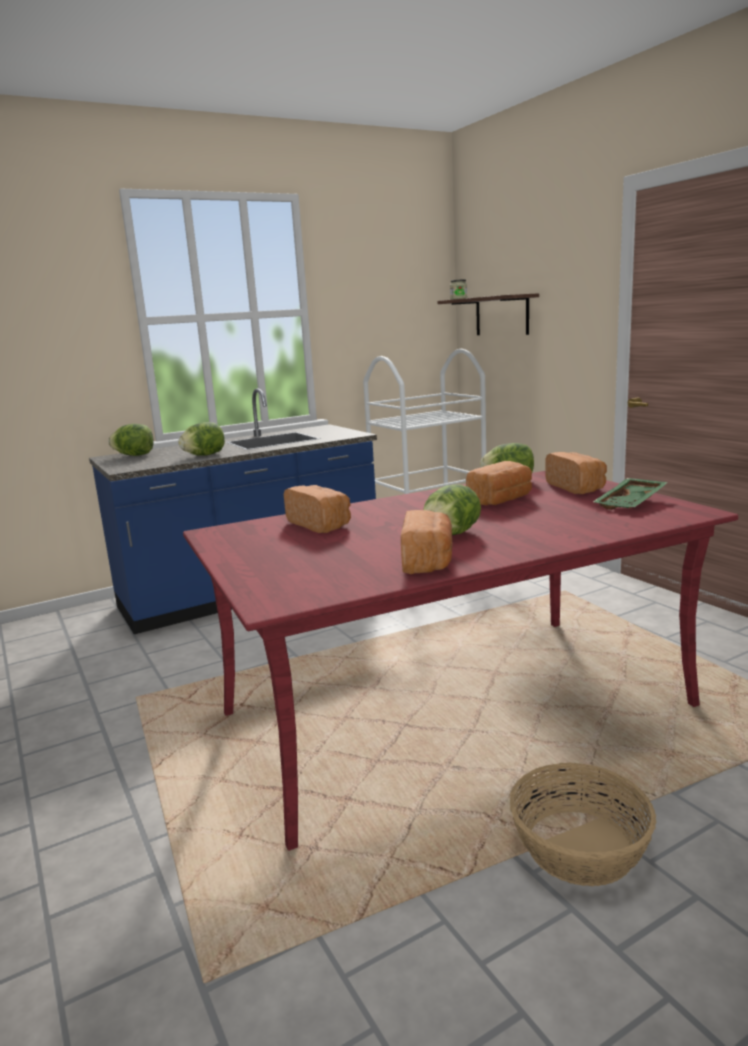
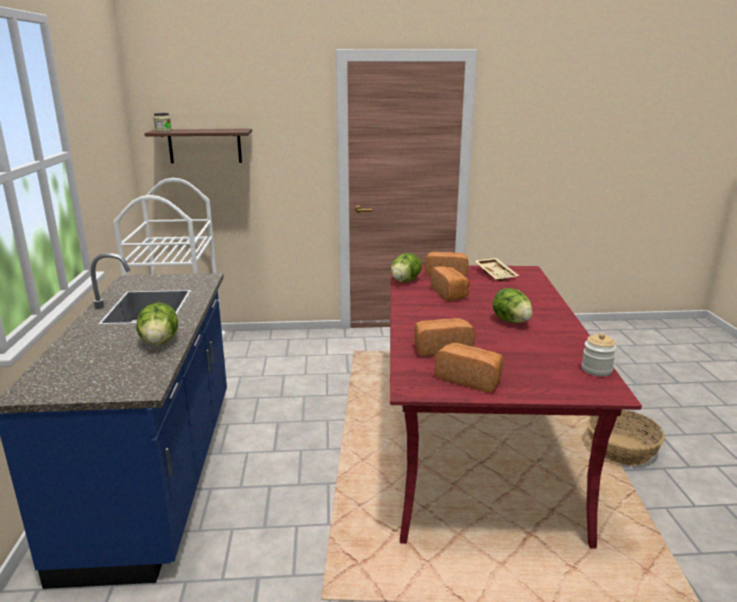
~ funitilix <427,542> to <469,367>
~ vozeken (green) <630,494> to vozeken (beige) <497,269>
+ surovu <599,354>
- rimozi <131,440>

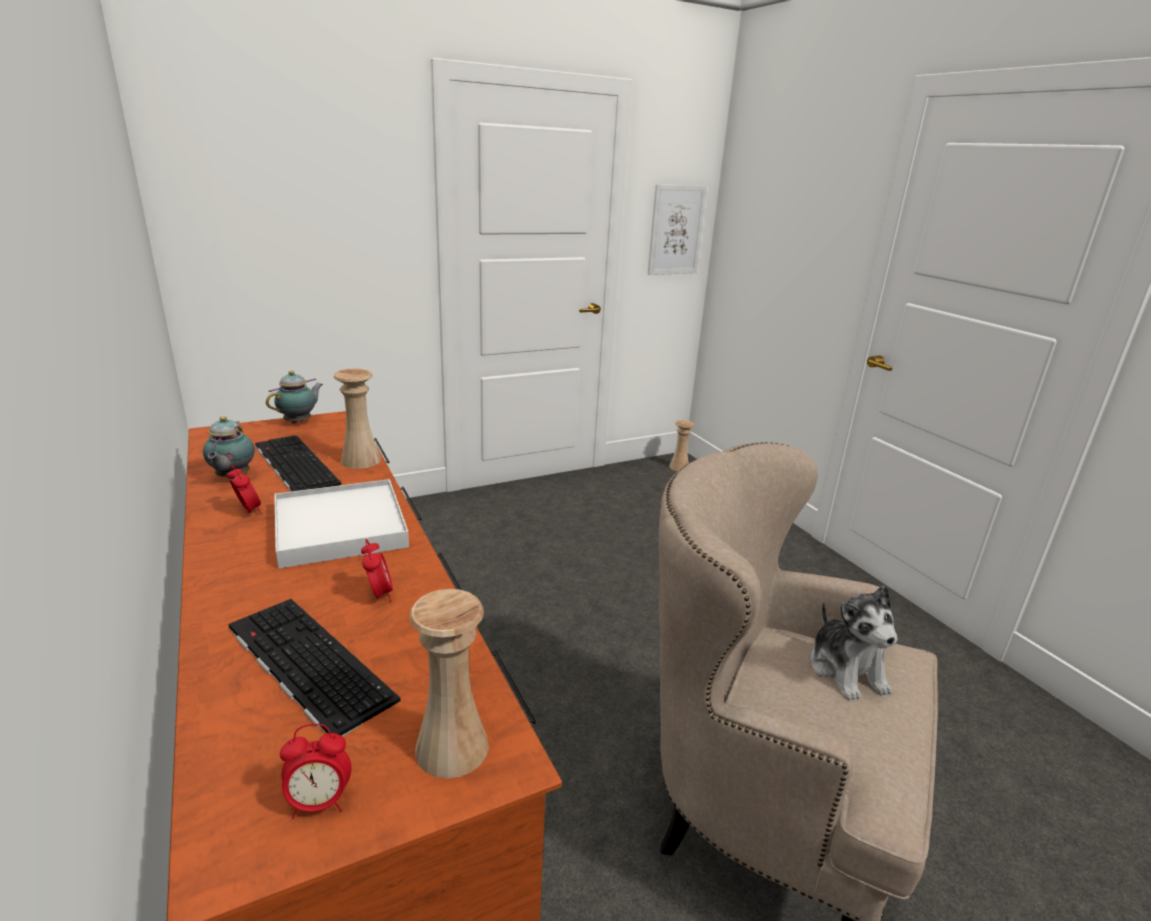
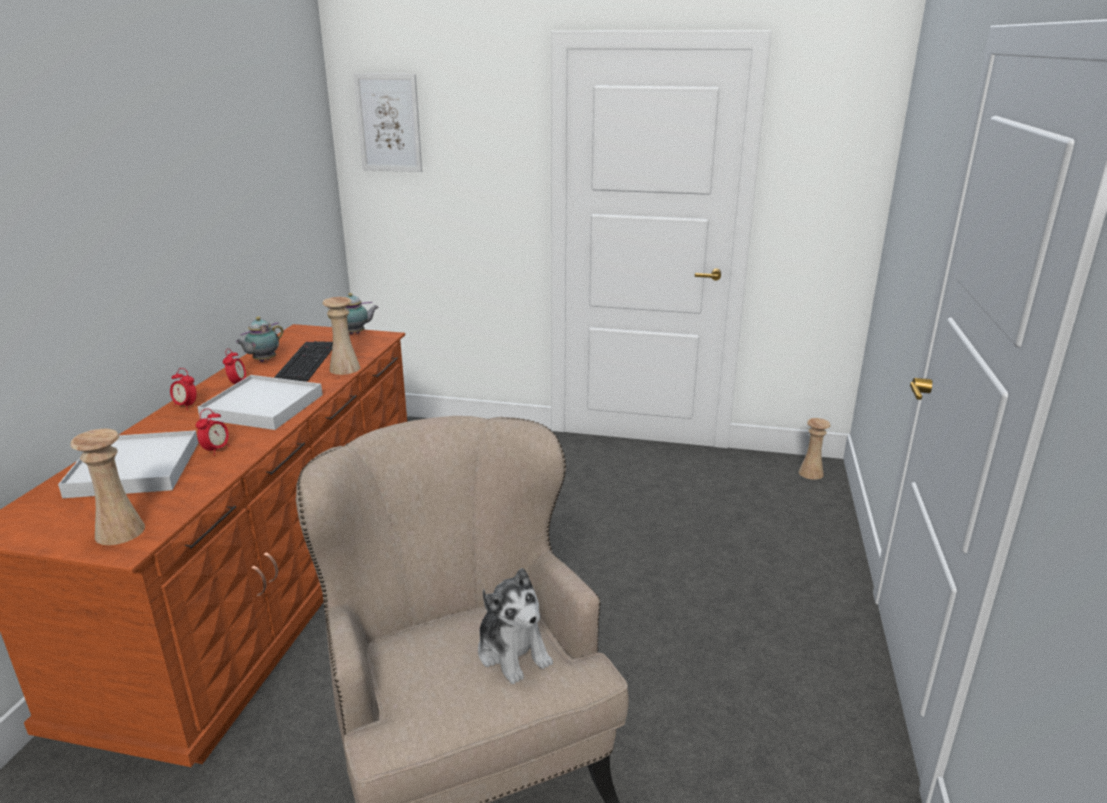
~ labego <314,668> to vozeken (white) <128,464>
~ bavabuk <316,771> to <183,389>
~ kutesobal <677,229> to <387,122>
~ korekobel <854,643> = <515,626> 60 degrees counterclockwise

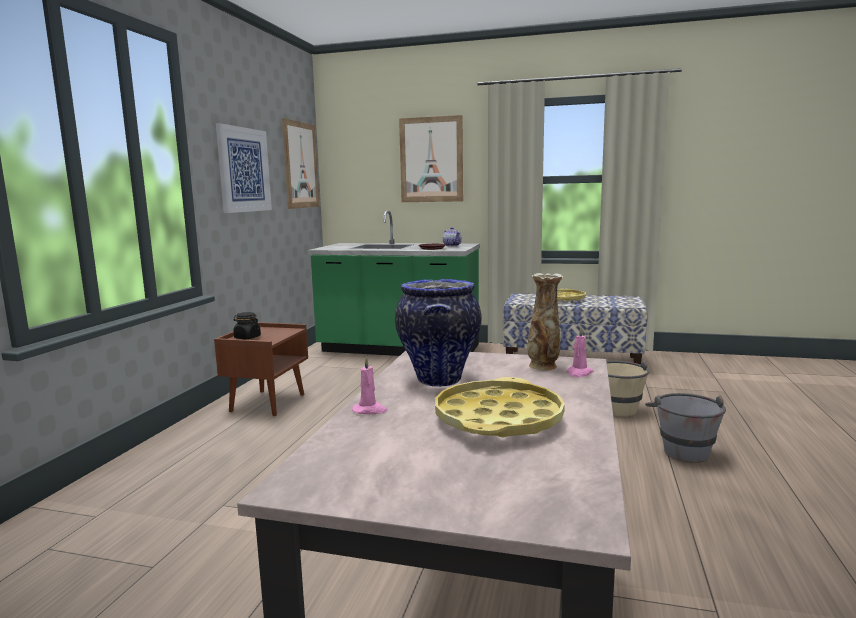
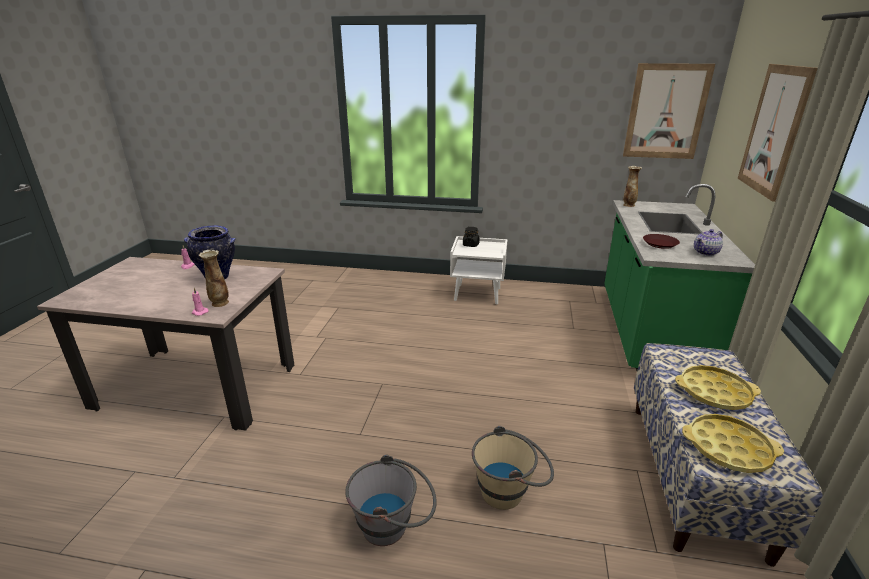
~ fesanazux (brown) <261,369> to fesanazux (white) <479,270>
+ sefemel <632,186>
~ vozeken (yellow) <500,407> to <733,443>
- kutesobal <244,168>

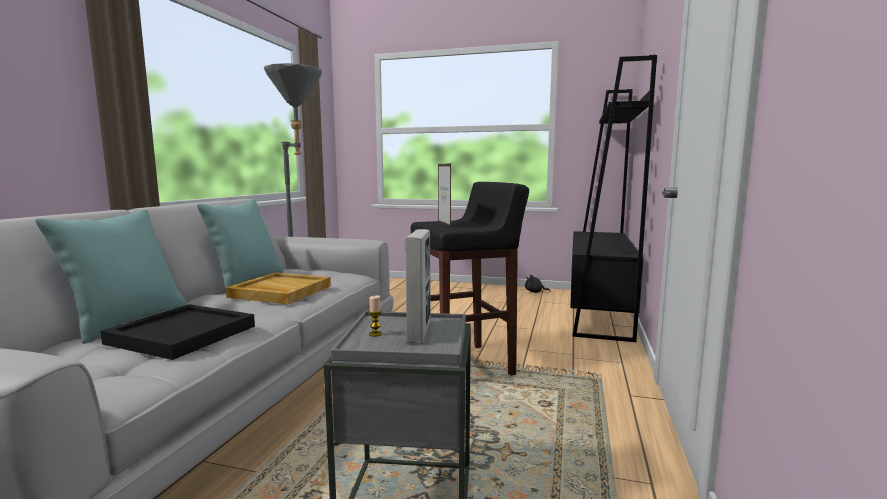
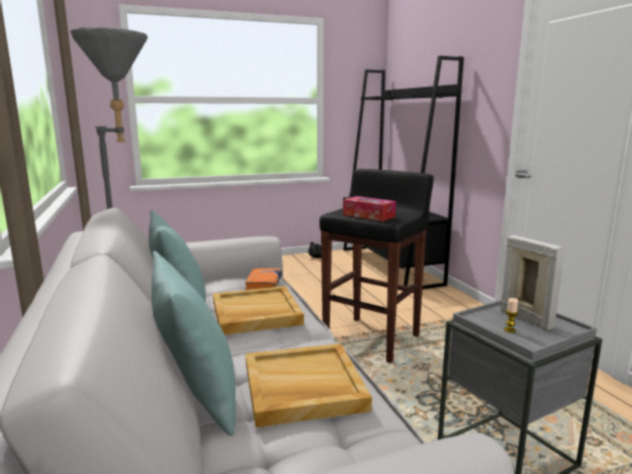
+ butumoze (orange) <263,279>
~ vozeken (black) <177,332> to vozeken (beige) <309,385>
~ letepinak <444,195> to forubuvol <369,208>

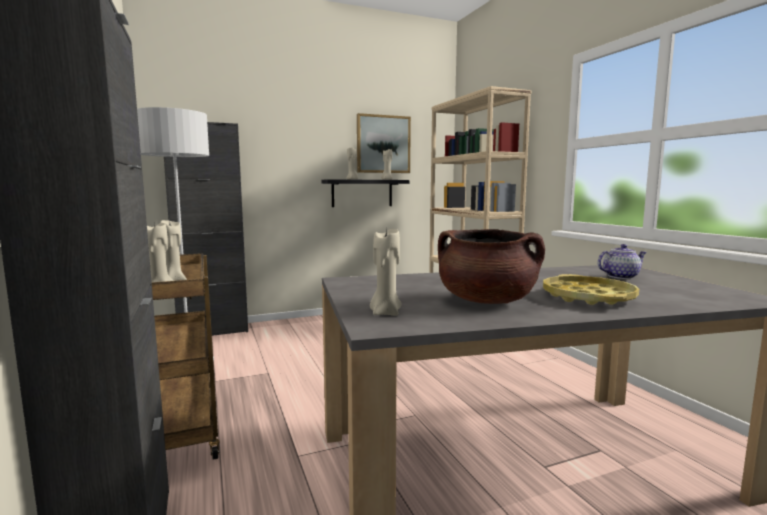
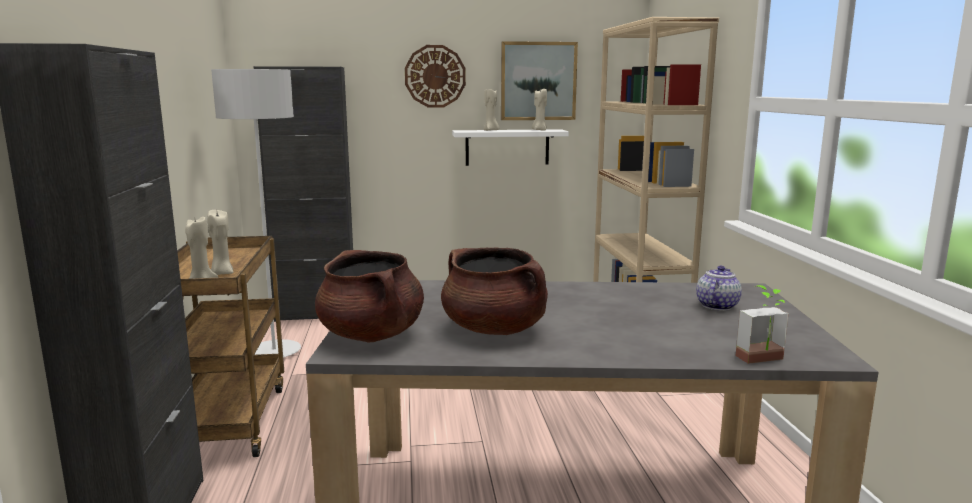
~ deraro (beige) <386,272> to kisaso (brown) <369,296>
+ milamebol <435,76>
~ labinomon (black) <365,193> to labinomon (white) <510,147>
~ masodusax <622,261> = <719,288> 60 degrees counterclockwise
+ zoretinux <762,324>
- vozeken (yellow) <591,289>

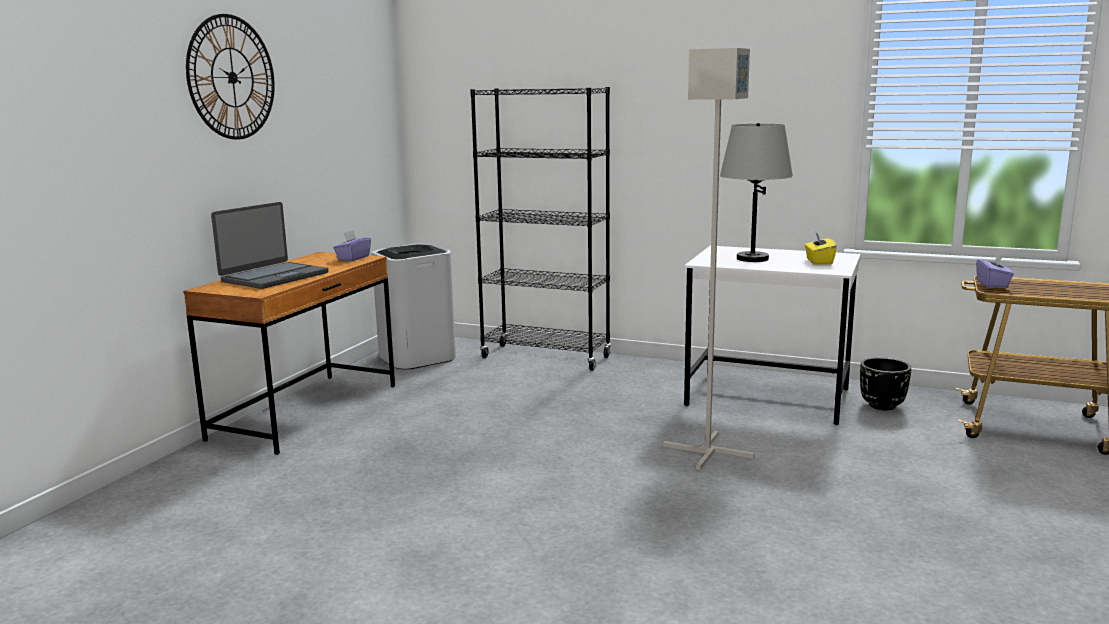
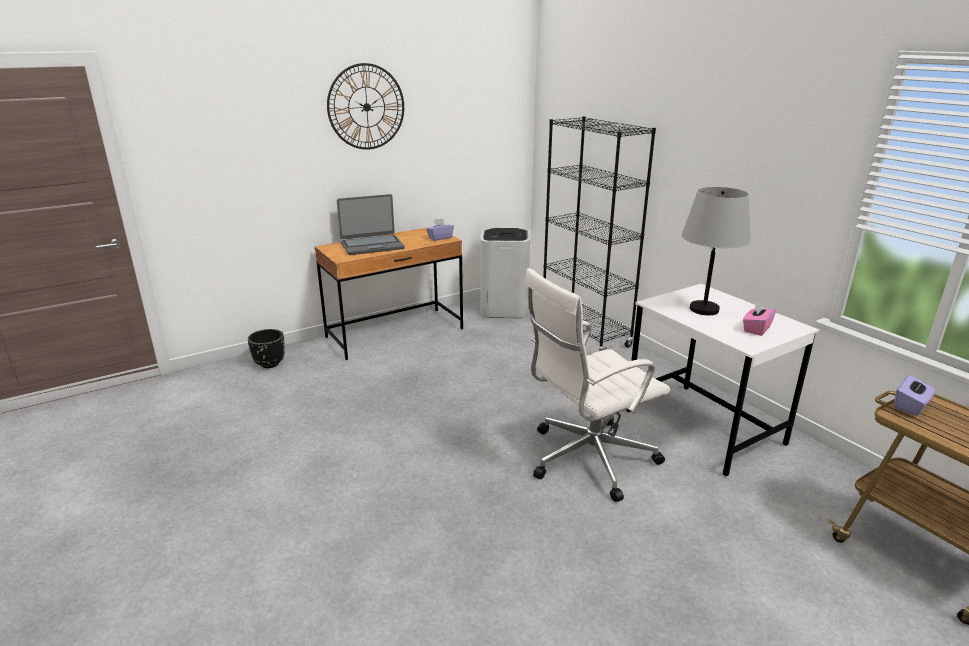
~ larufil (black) <885,383> to <266,348>
~ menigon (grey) <708,259> to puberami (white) <597,385>
~ forubuvol (yellow) <820,247> to forubuvol (pink) <759,318>

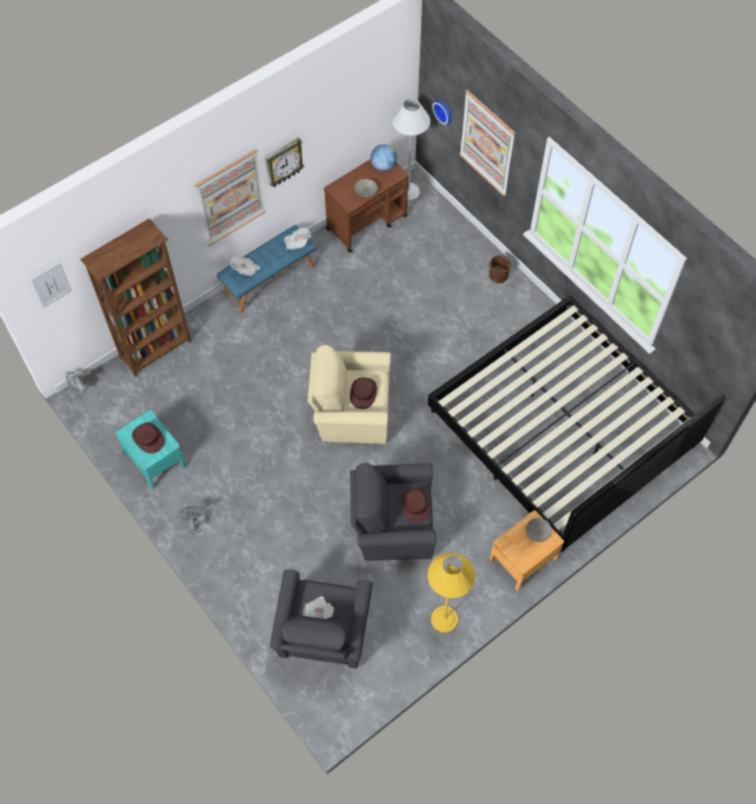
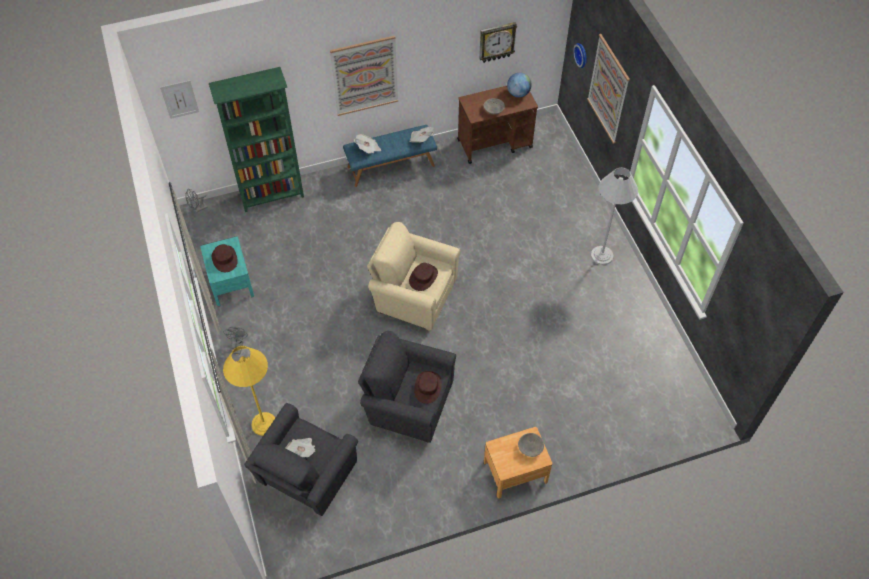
~ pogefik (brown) <135,297> to pogefik (green) <256,139>
~ menigon (yellow) <451,593> to <249,391>
~ milamebol <284,162> to <498,42>
~ menigon (white) <411,150> to <614,216>
- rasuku <576,424>
- larufil (brown) <500,269>

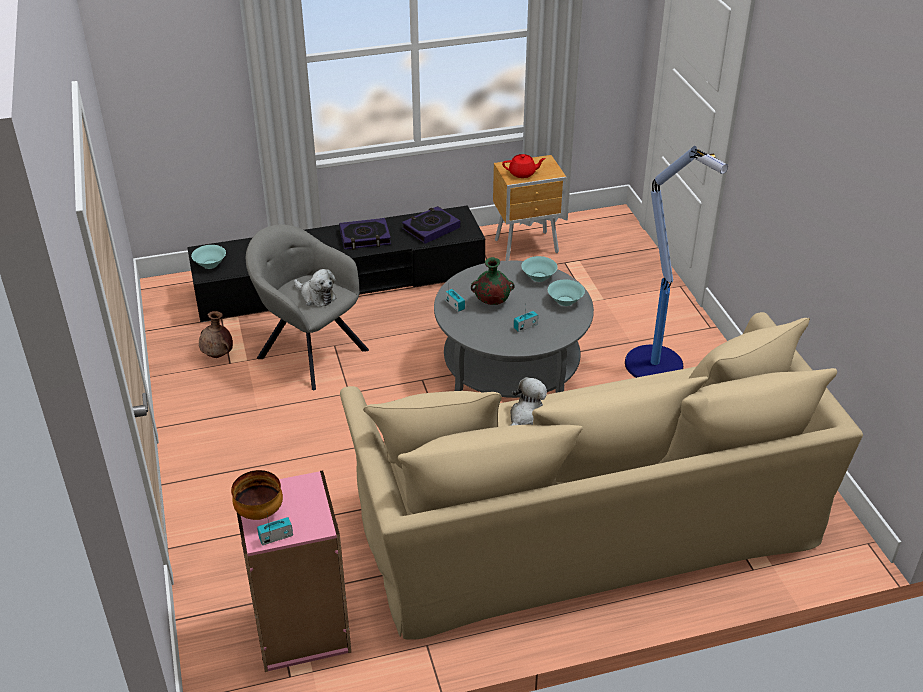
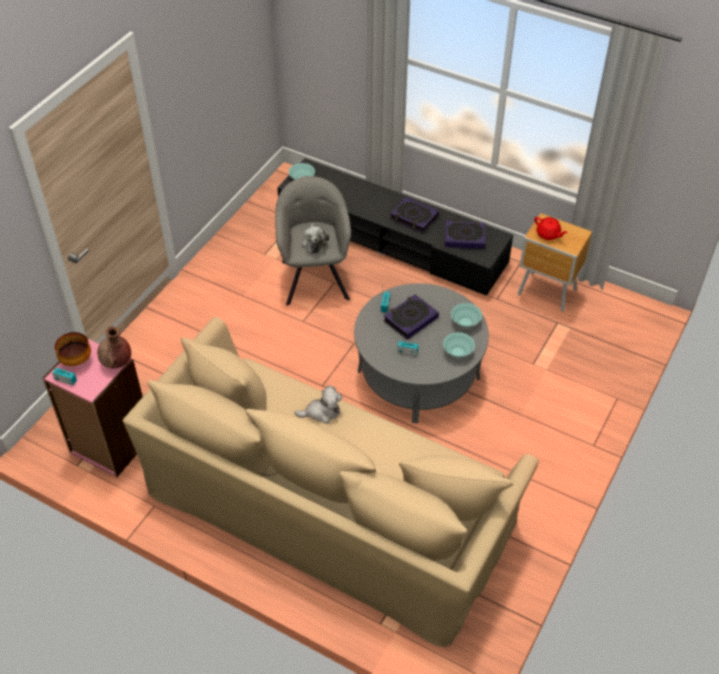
~ sefemel (brown) <216,334> to <114,347>
~ sefemel (green) <492,281> to butumoze <411,317>
- menigon <676,262>

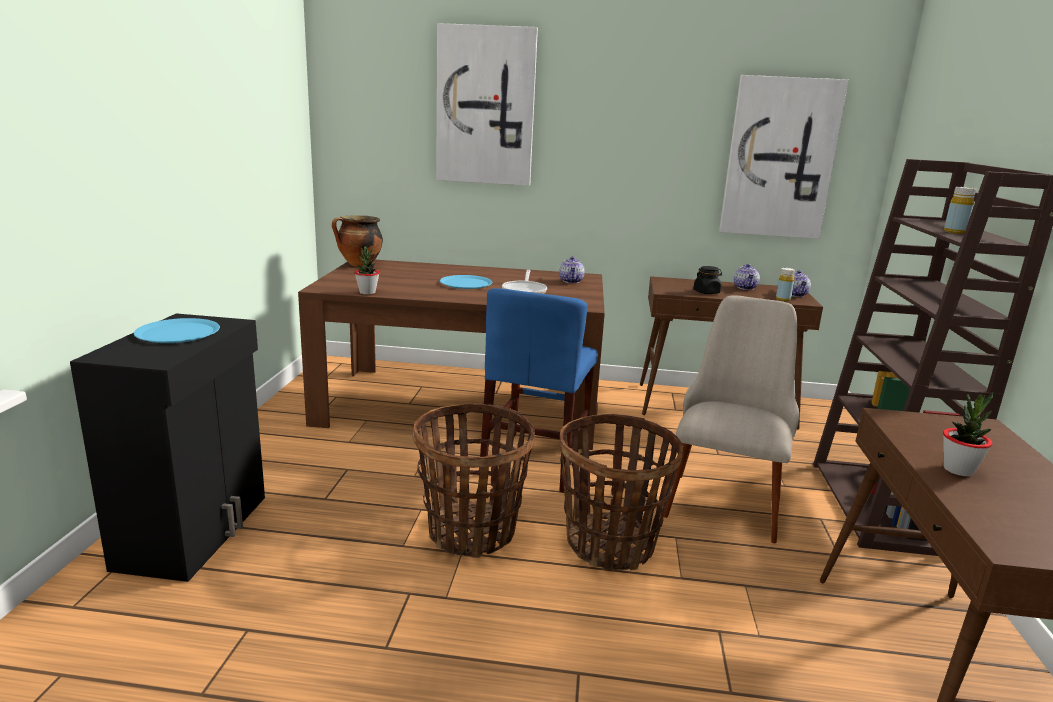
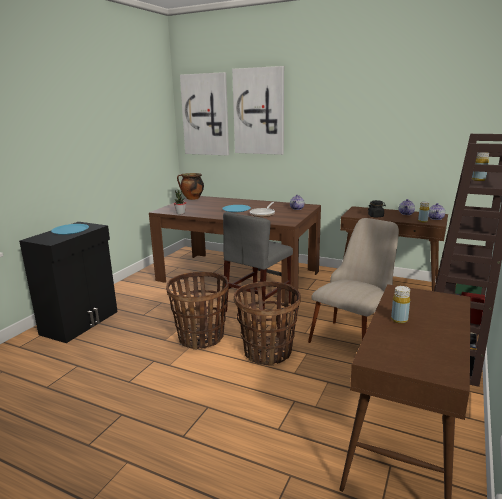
~ kutesobal <784,157> to <204,113>
~ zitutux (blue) <538,390> to zitutux (grey) <258,262>
~ zoretinux <968,434> to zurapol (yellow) <400,304>

